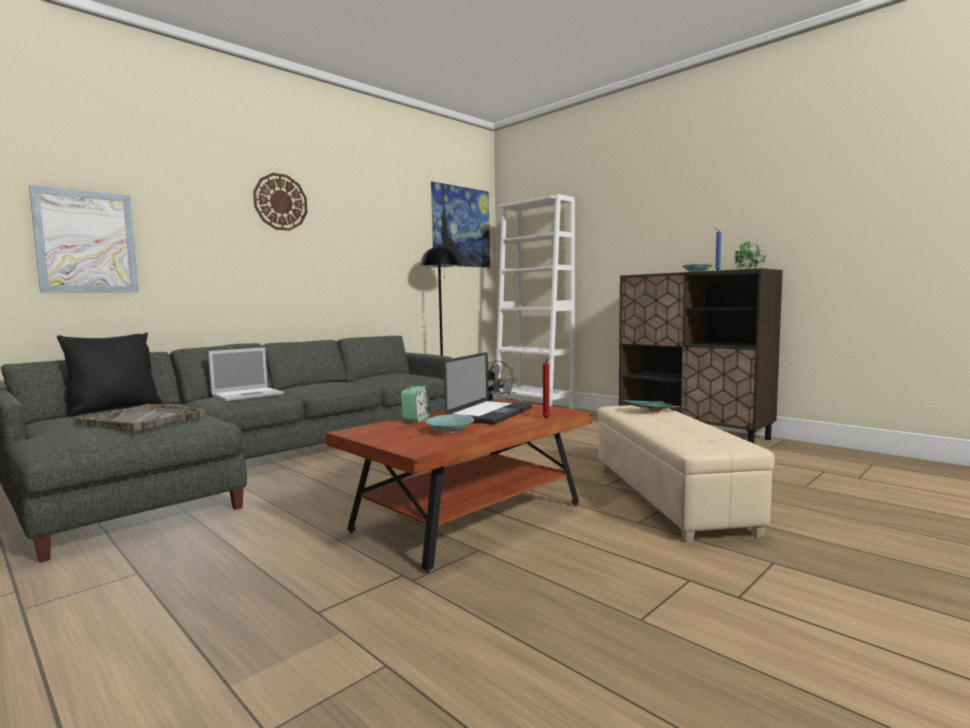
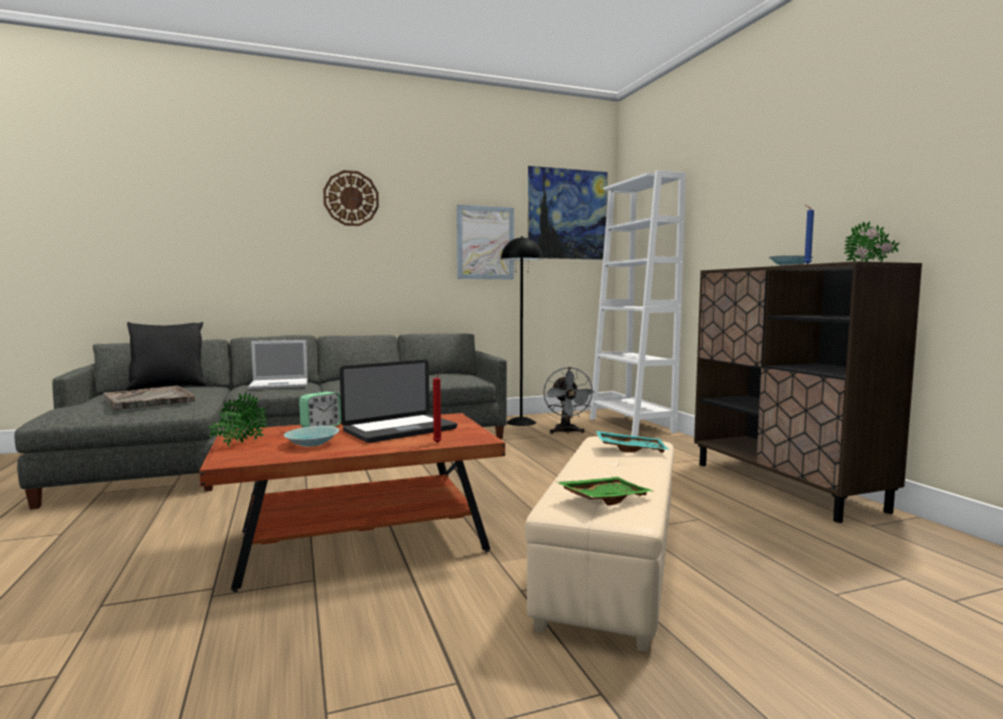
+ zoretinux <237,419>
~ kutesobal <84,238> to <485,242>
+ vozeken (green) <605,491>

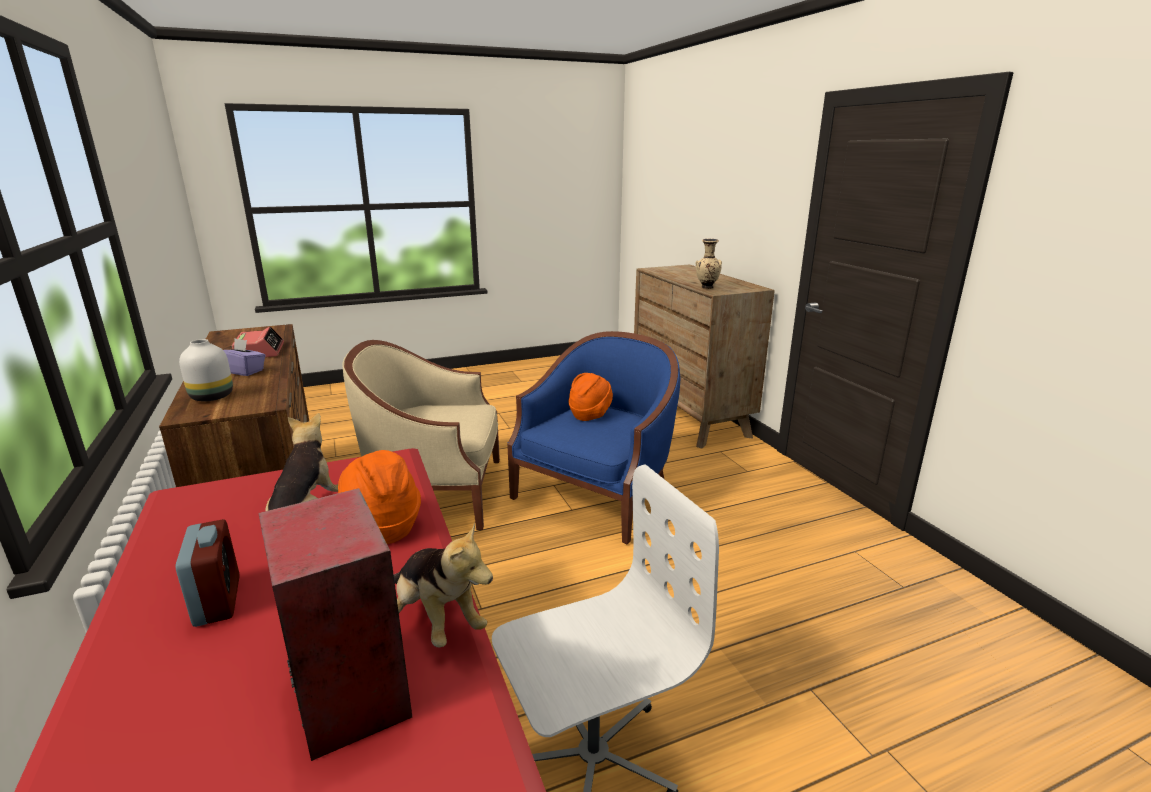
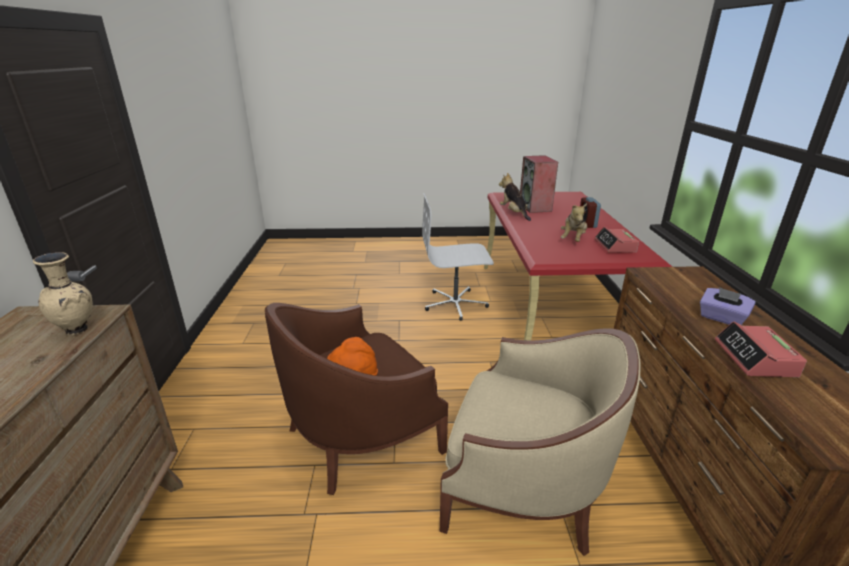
~ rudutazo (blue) <593,437> to rudutazo (brown) <356,399>
+ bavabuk <616,240>
- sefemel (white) <206,370>
- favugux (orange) <379,497>

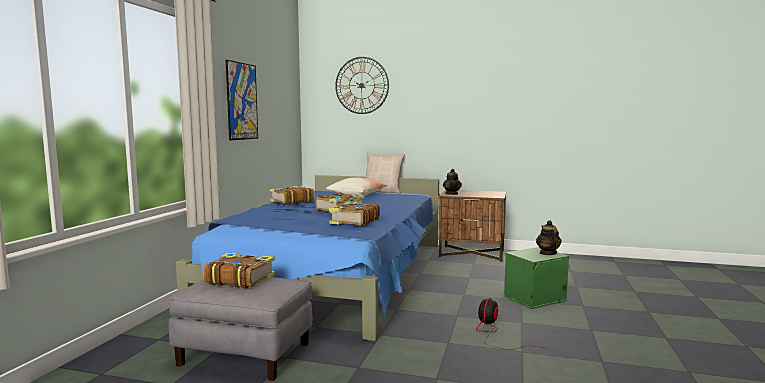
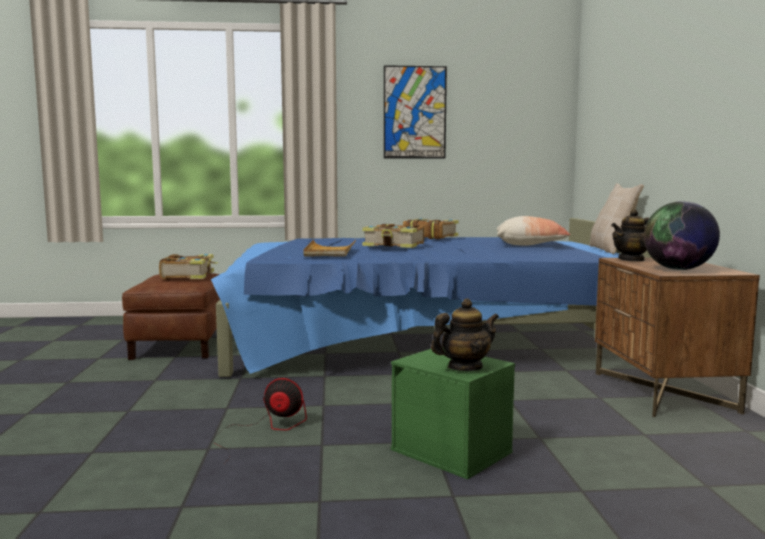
~ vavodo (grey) <240,329> to vavodo (brown) <171,316>
~ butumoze <354,213> to vozeken (beige) <330,248>
+ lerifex <682,235>
- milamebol <362,85>

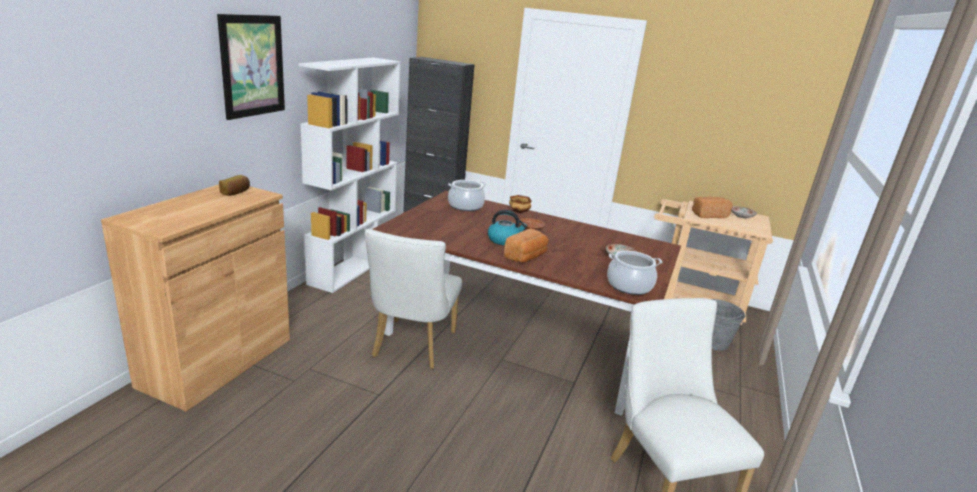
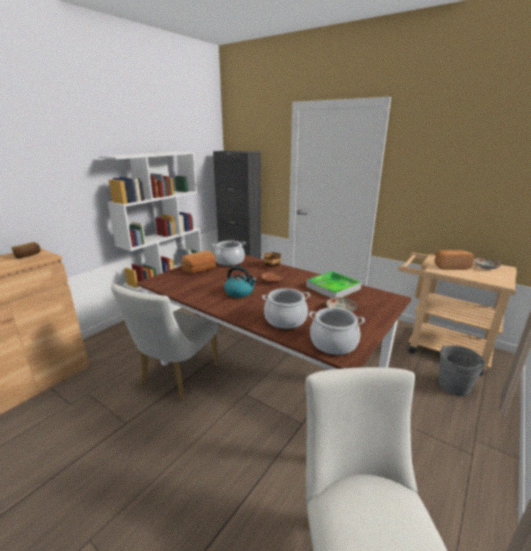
~ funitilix <526,245> to <198,262>
+ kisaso <286,308>
+ vozeken <334,284>
- kutesobal <251,67>

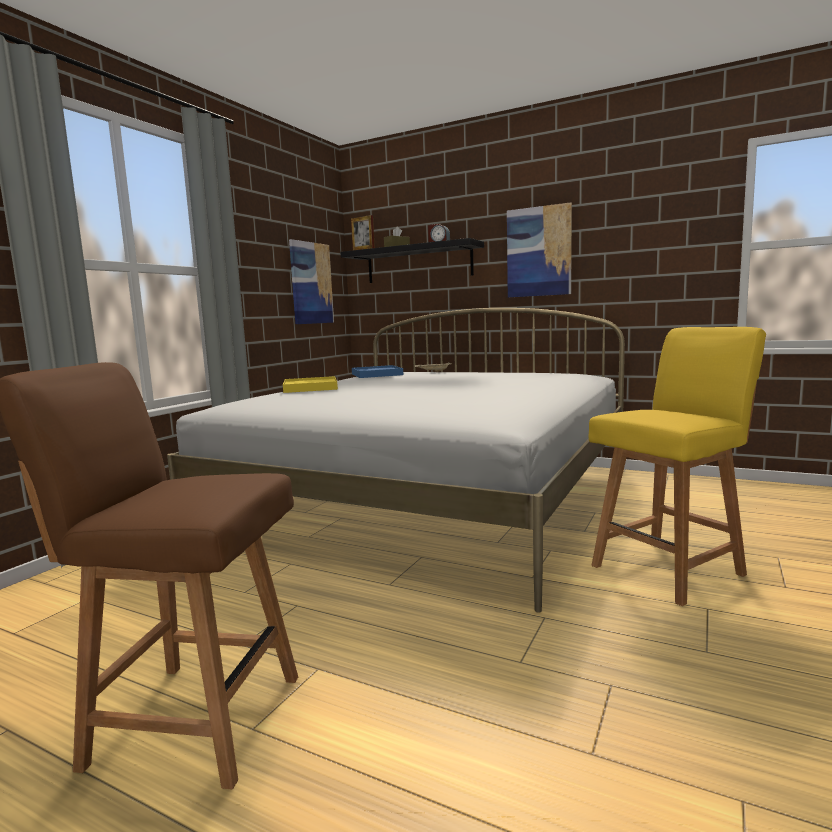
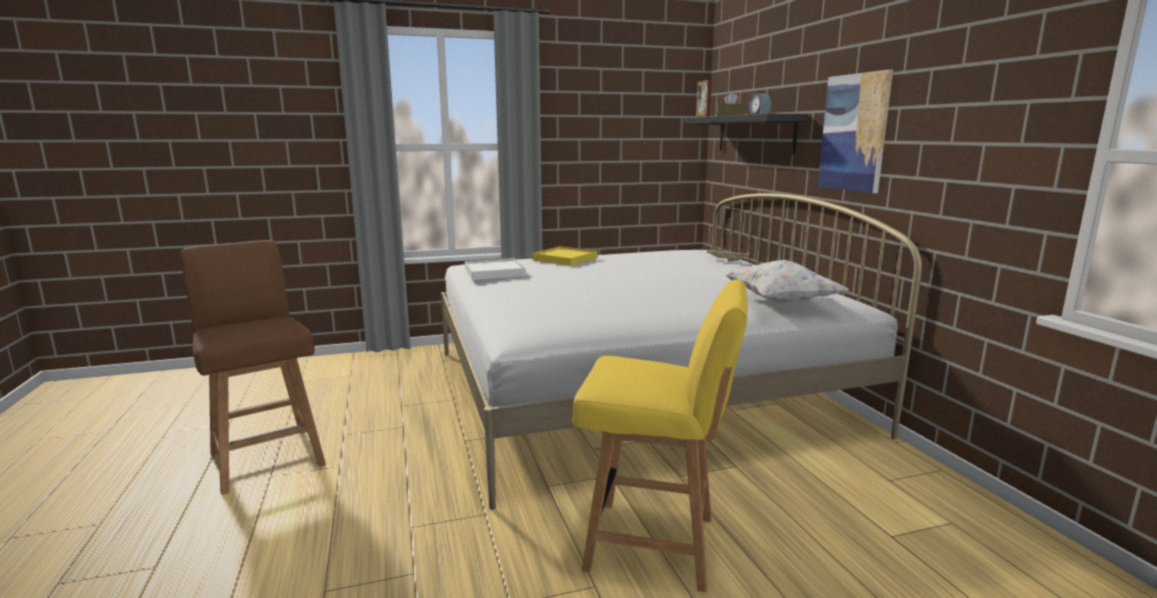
+ vozeken (white) <495,269>
+ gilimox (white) <786,281>
- kutesobal <311,281>
- vozeken (blue) <377,371>

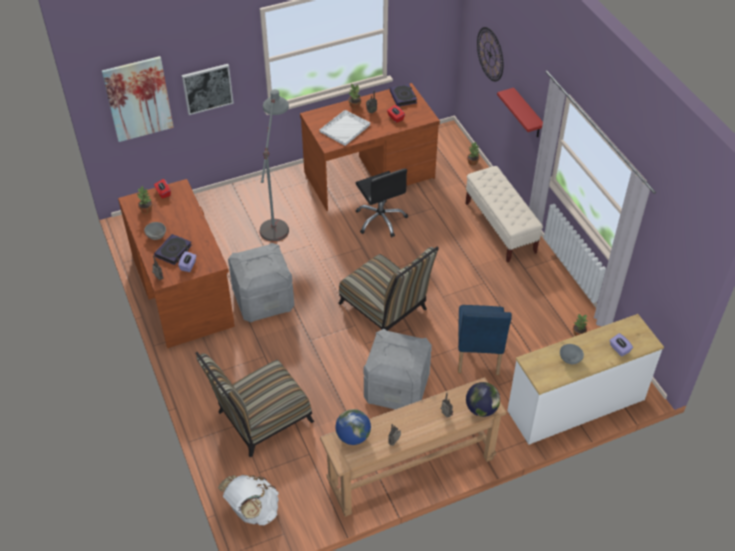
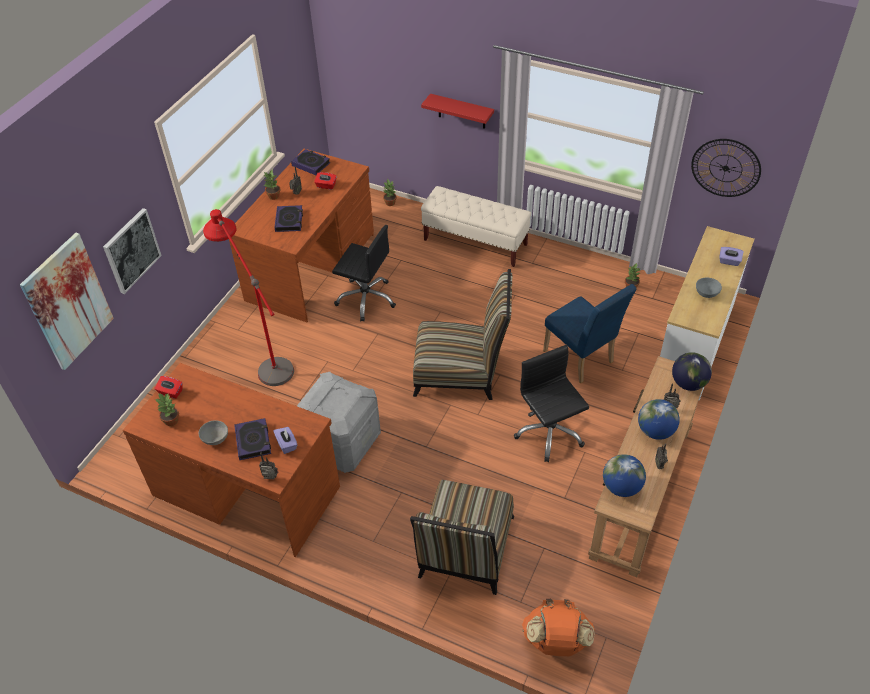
~ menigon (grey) <274,165> to menigon (red) <248,297>
~ vozeken (white) <345,128> to butumoze <288,218>
~ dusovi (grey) <398,369> to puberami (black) <551,403>
~ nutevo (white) <248,500> to nutevo (orange) <558,627>
+ lerifex <659,419>
~ milamebol <490,54> to <726,168>

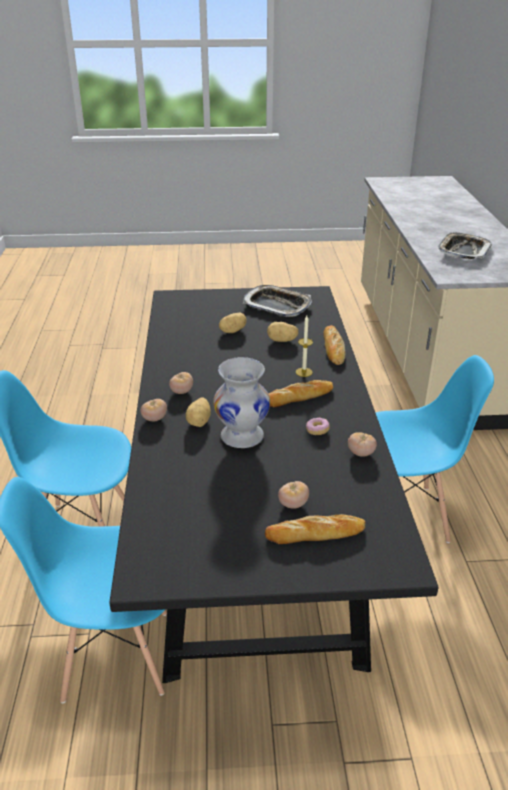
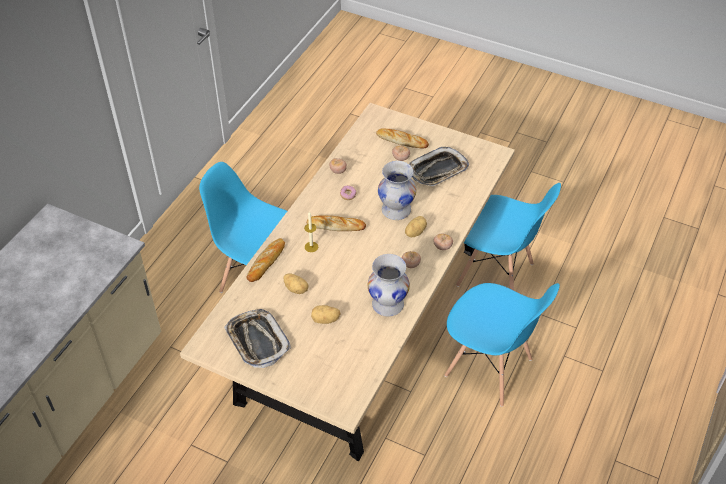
~ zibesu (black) <274,484> to zibesu (beige) <347,282>
+ sefemel (white) <389,285>
~ vozeken <464,245> to <439,167>

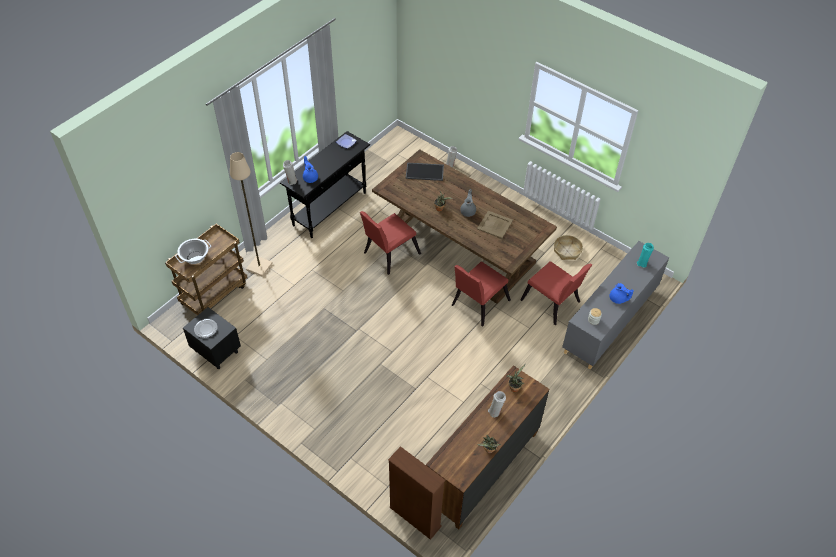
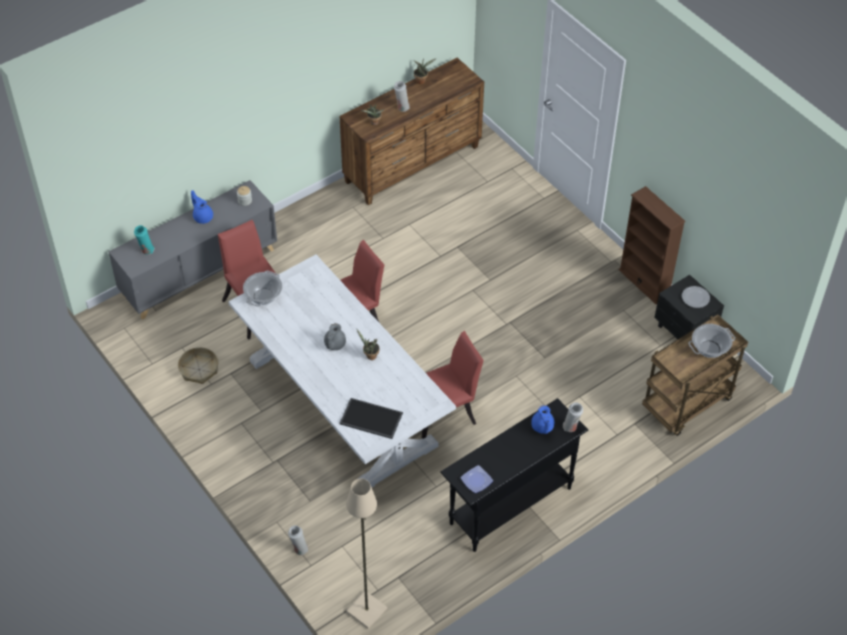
~ zibesu (brown) <464,226> to zibesu (white) <342,371>
+ kisaso <262,289>
~ menigon (beige) <251,214> to <366,554>
~ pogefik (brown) <417,493> to <652,245>
- vozeken (beige) <495,225>

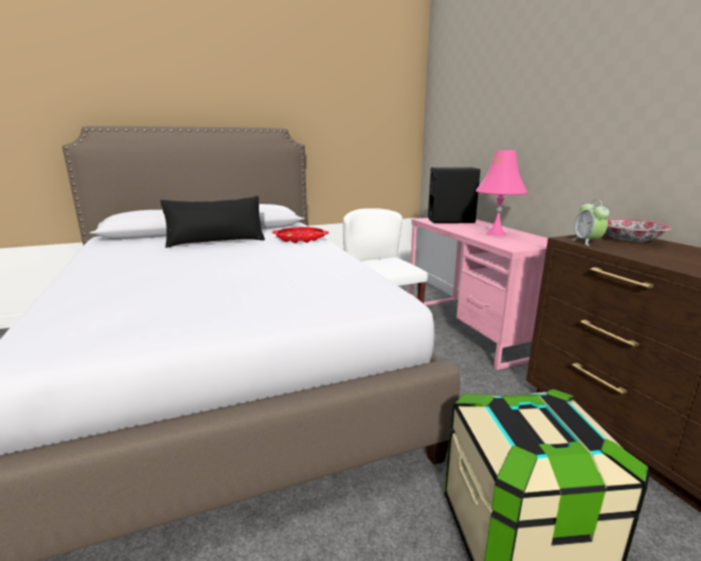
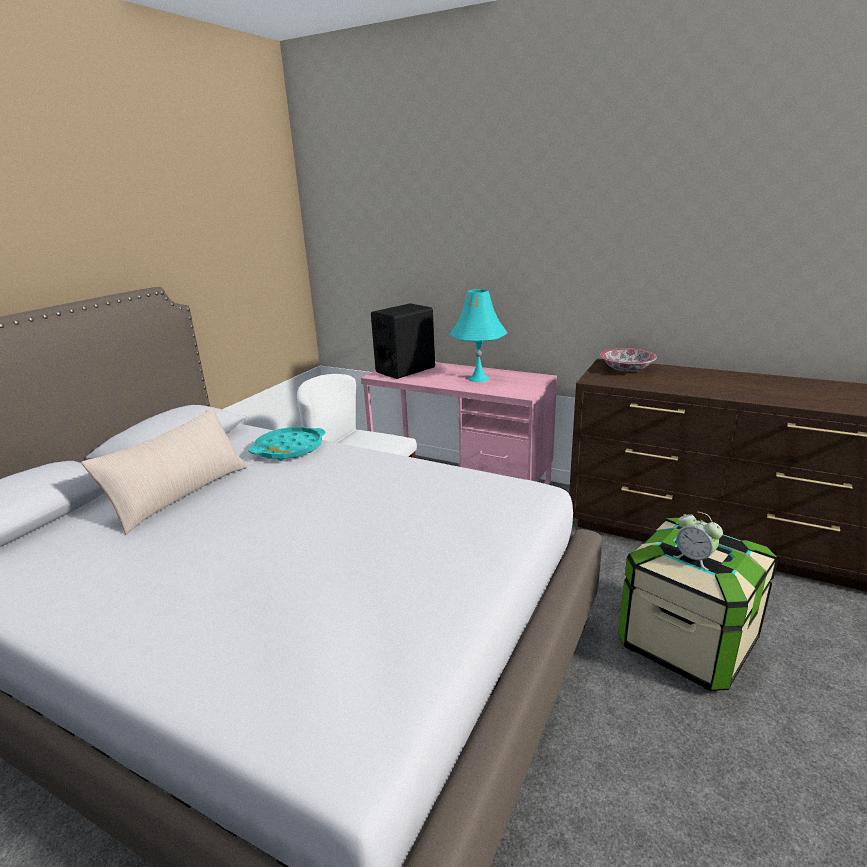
~ gilimox (black) <212,222> to gilimox (beige) <164,470>
~ vozeken (red) <300,235> to vozeken (turquoise) <286,444>
~ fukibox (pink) <502,193> to fukibox (turquoise) <479,335>
~ bavabuk <590,222> to <698,541>

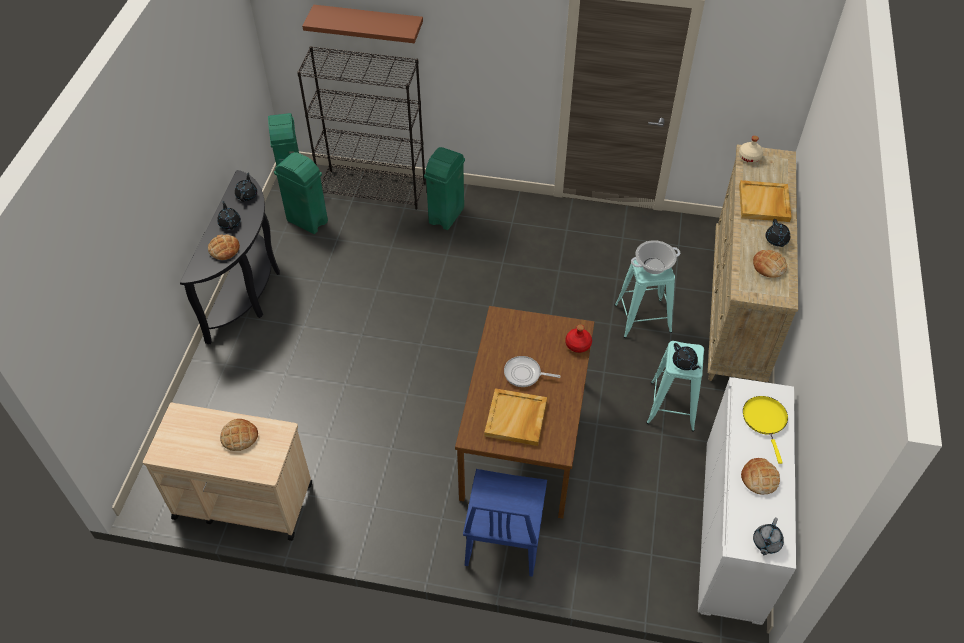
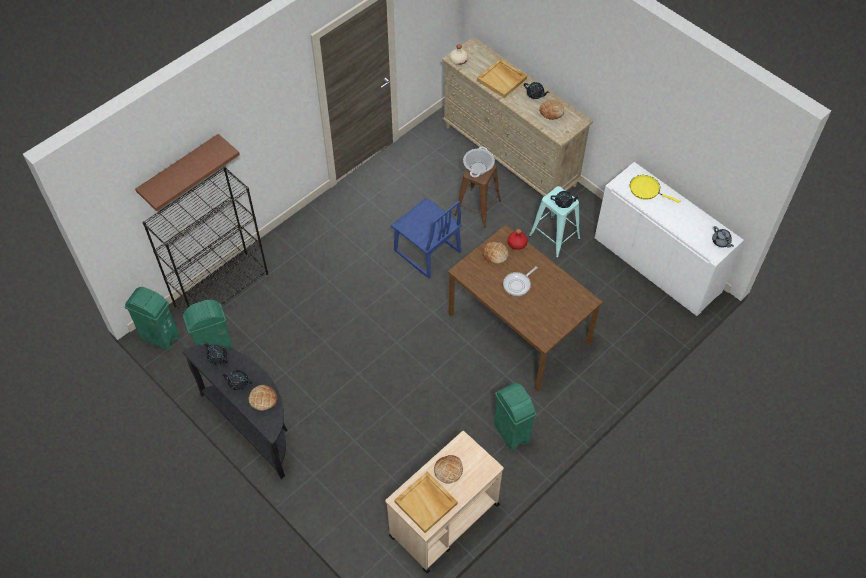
~ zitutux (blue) <505,523> to <426,238>
~ vozeken (beige) <515,417> to <426,502>
~ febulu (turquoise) <645,299> to febulu (brown) <477,196>
~ funitilix <760,476> to <496,253>
~ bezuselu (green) <444,188> to <515,416>

